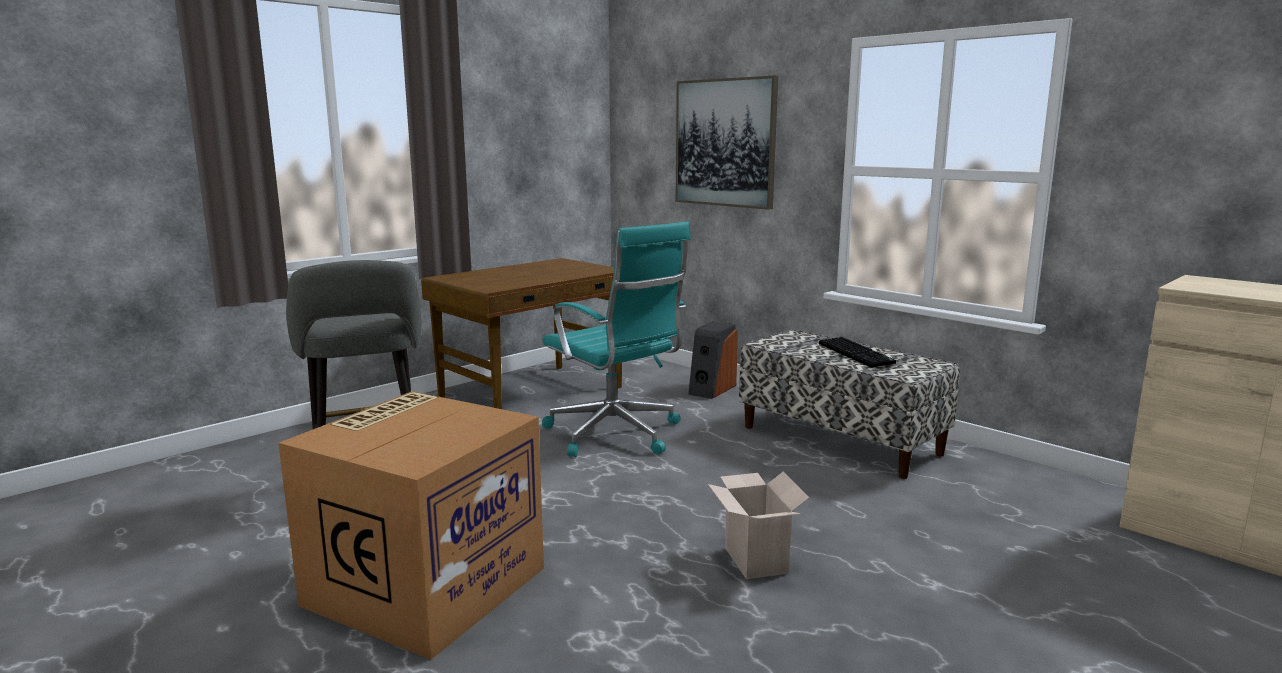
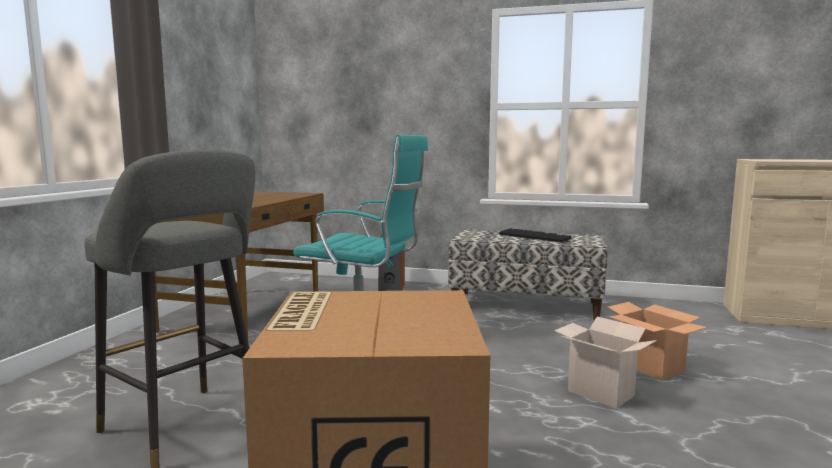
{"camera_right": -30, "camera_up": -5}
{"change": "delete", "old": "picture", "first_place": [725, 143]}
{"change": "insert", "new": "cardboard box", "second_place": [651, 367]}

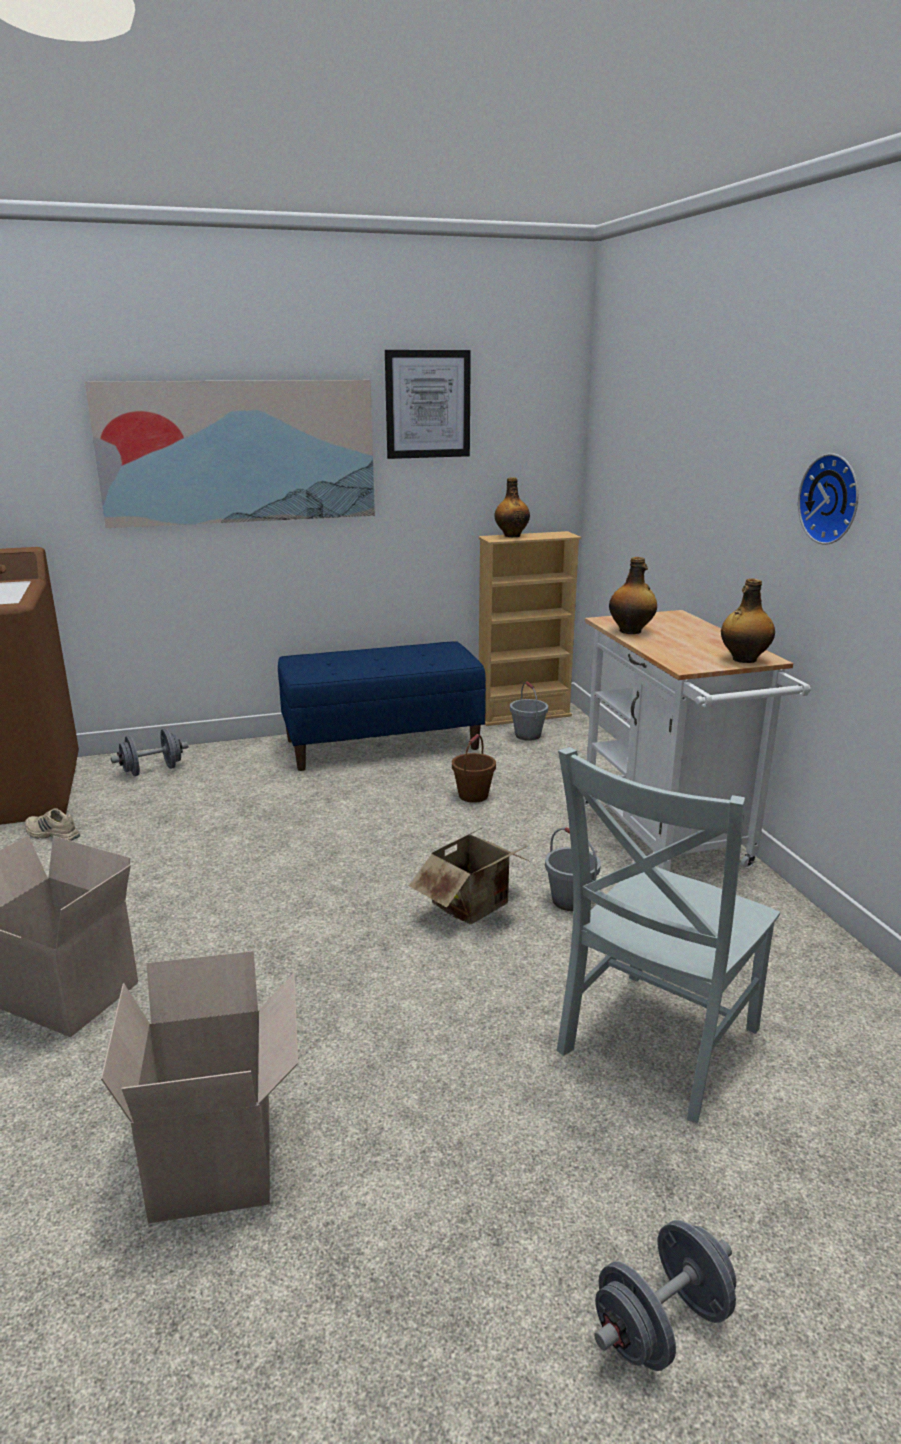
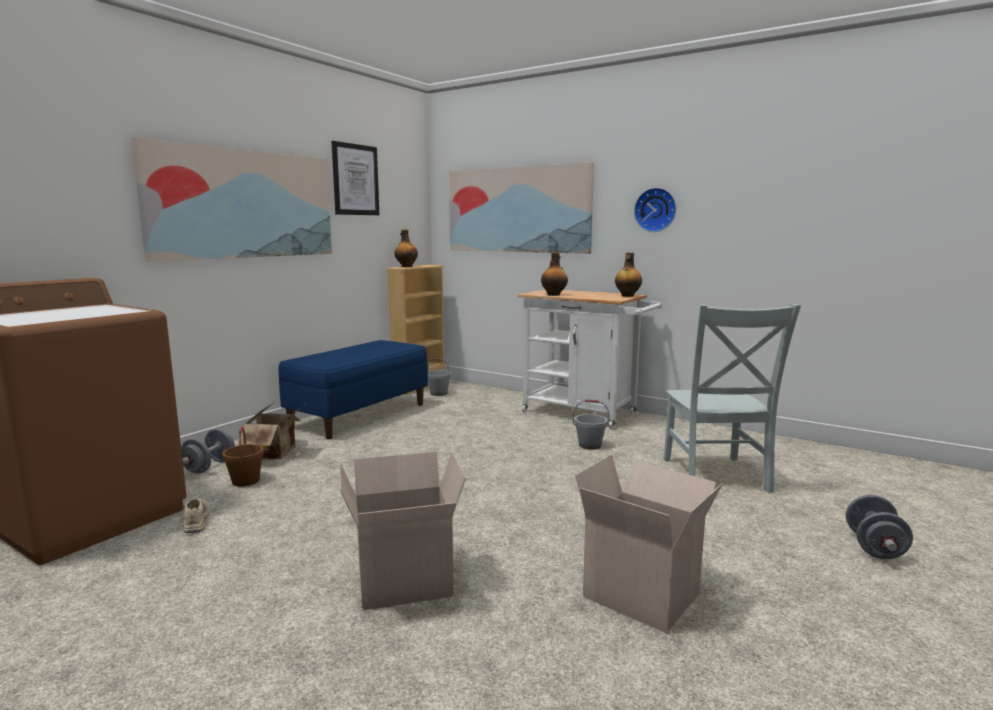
{"camera_right": -40, "camera_up": -10}
{"change": "insert", "new": "picture", "second_place": [517, 210]}
{"change": "move", "old": "cardboard box", "first_place": [475, 906], "second_place": [276, 453]}
{"change": "move", "old": "brown-coloured pail", "first_place": [473, 796], "second_place": [246, 481]}
{"change": "rotate", "old": "sand-coloured low shoe", "first_place": [51, 834], "second_place": [196, 521], "degrees": 90}

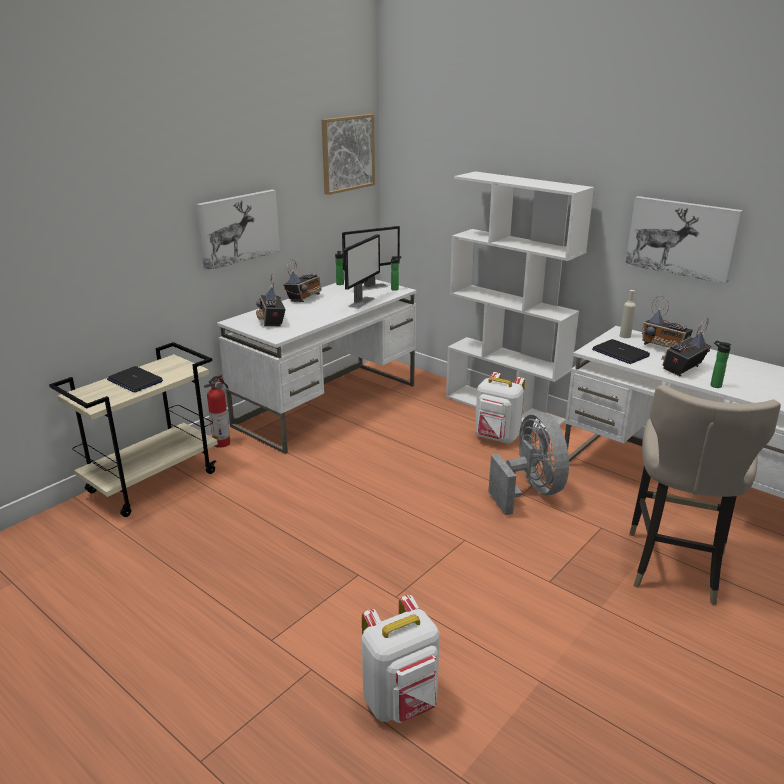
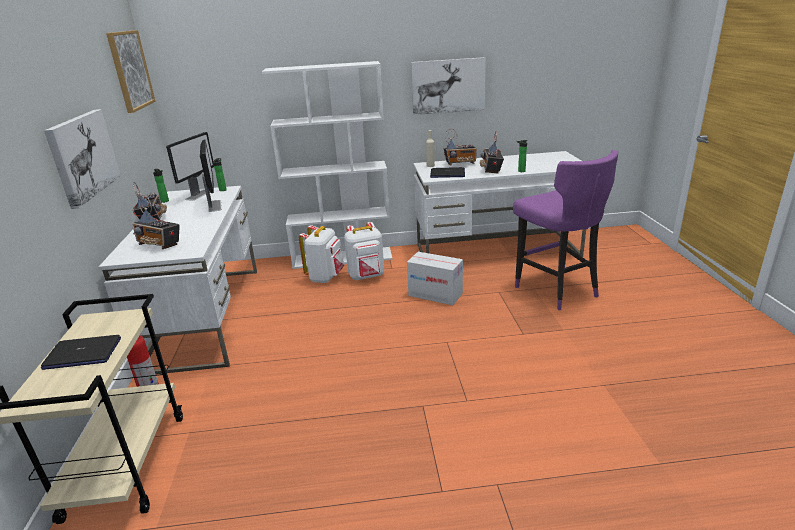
{"camera_right": -45, "camera_up": 0}
{"change": "move", "old": "white-coloured backpack", "first_place": [401, 702], "second_place": [325, 277]}
{"change": "replace", "old": "grey cooling fan", "new": "cardboard box", "first_place": [530, 491], "second_place": [435, 294]}
{"change": "recolor", "old": "sand-coloured stool seat", "new": "purple stool seat", "first_place": [674, 565], "second_place": [556, 290]}

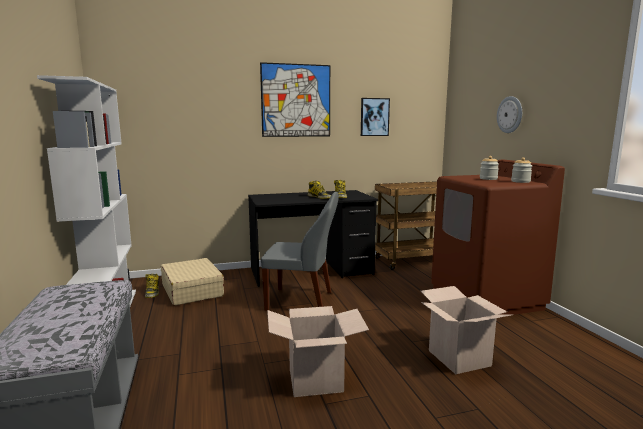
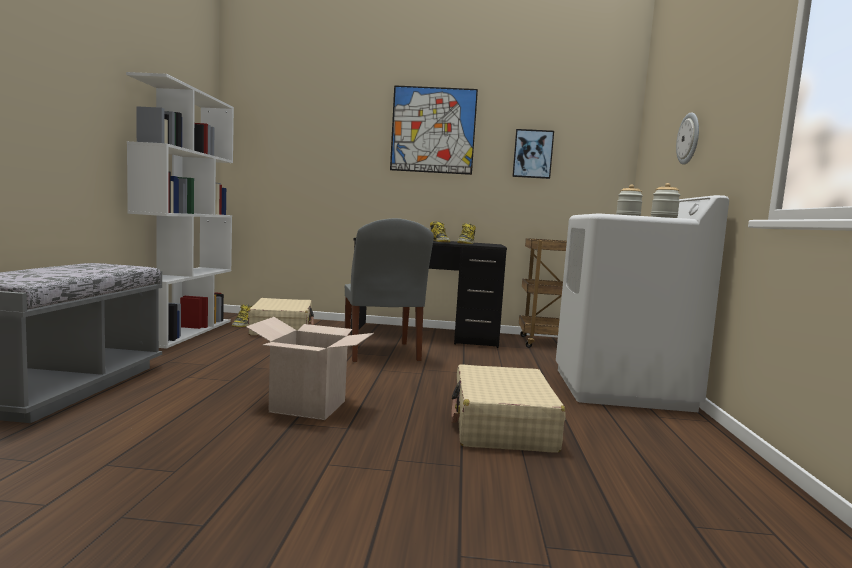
{"camera_right": 20, "camera_up": -5}
{"change": "replace", "old": "cardboard box", "new": "sand-coloured travel case", "first_place": [459, 358], "second_place": [502, 425]}
{"change": "recolor", "old": "brown-coloured washing machine", "new": "white-coloured washing machine", "first_place": [486, 299], "second_place": [621, 389]}
{"change": "rotate", "old": "grey chair", "first_place": [302, 301], "second_place": [381, 353], "degrees": 45}

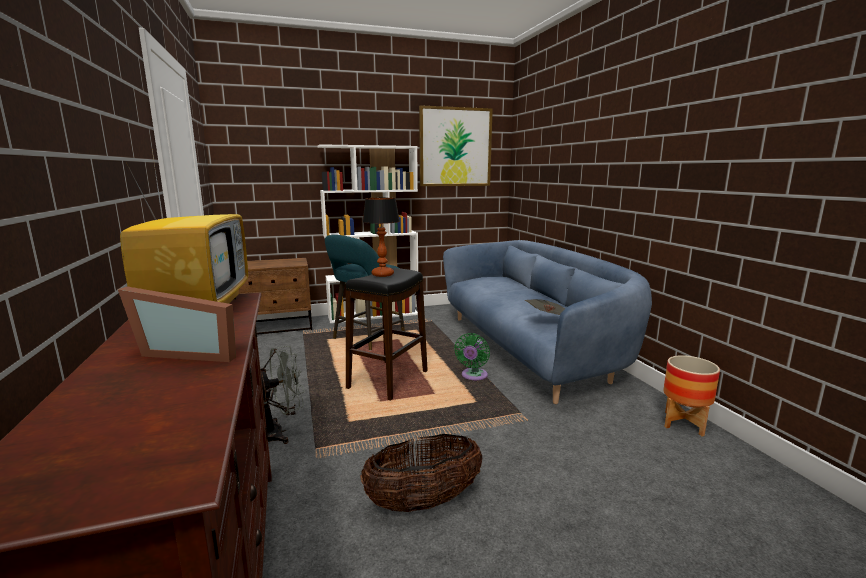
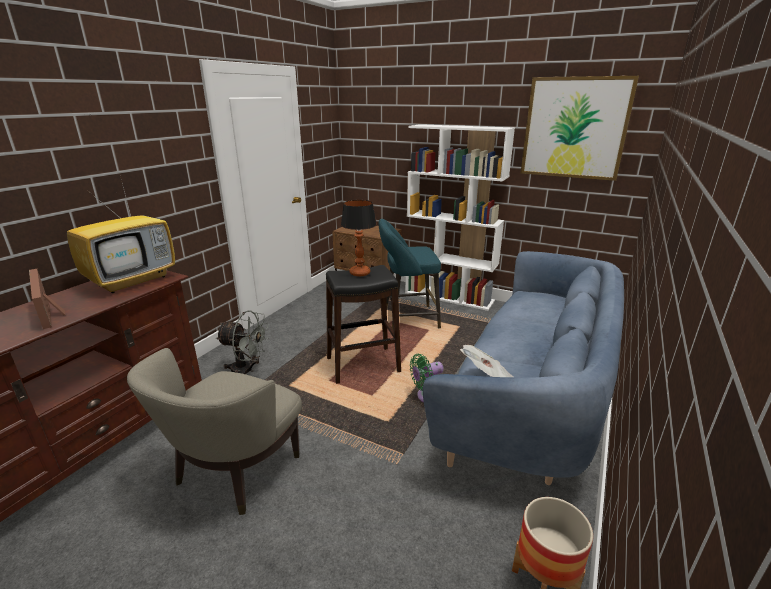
{"camera_right": 45, "camera_up": 10}
{"change": "replace", "old": "household basket", "new": "sand-coloured easy chair", "first_place": [423, 502], "second_place": [234, 472]}

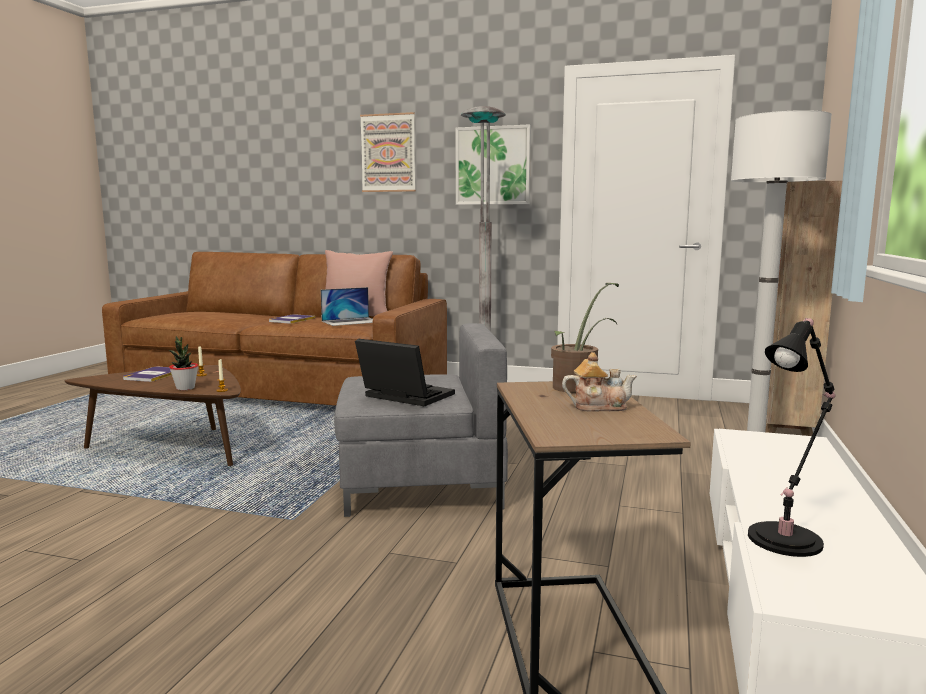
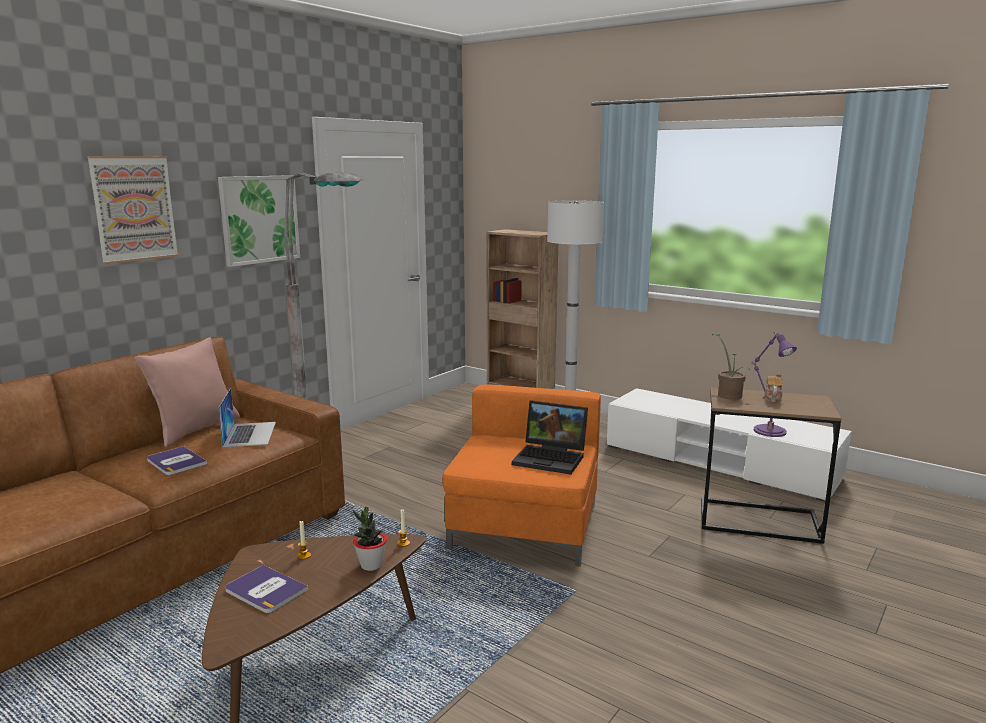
{"camera_right": -70, "camera_up": 5}
{"change": "recolor", "old": "grey easy chair", "new": "orange-coloured easy chair", "first_place": [419, 481], "second_place": [523, 527]}
{"change": "recolor", "old": "black-coloured tabletop lamp", "new": "purple tabletop lamp", "first_place": [788, 538], "second_place": [768, 430]}
{"change": "rotate", "old": "laptop", "first_place": [403, 396], "second_place": [552, 458], "degrees": -120}

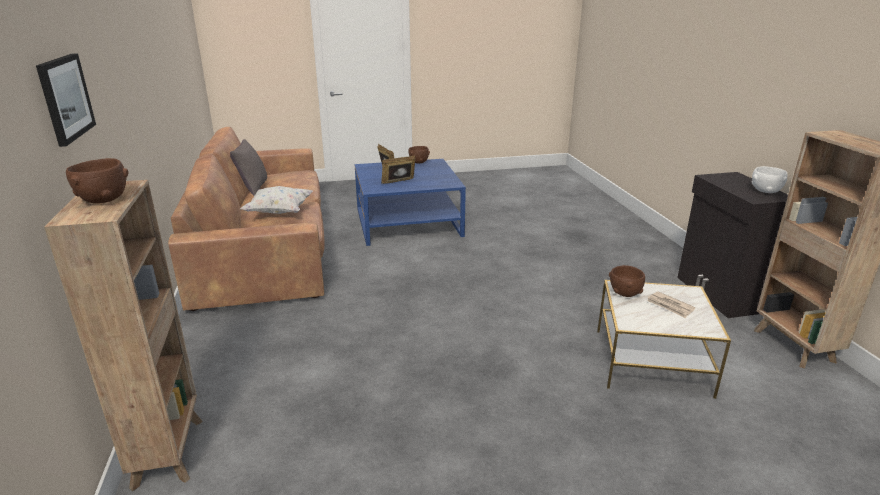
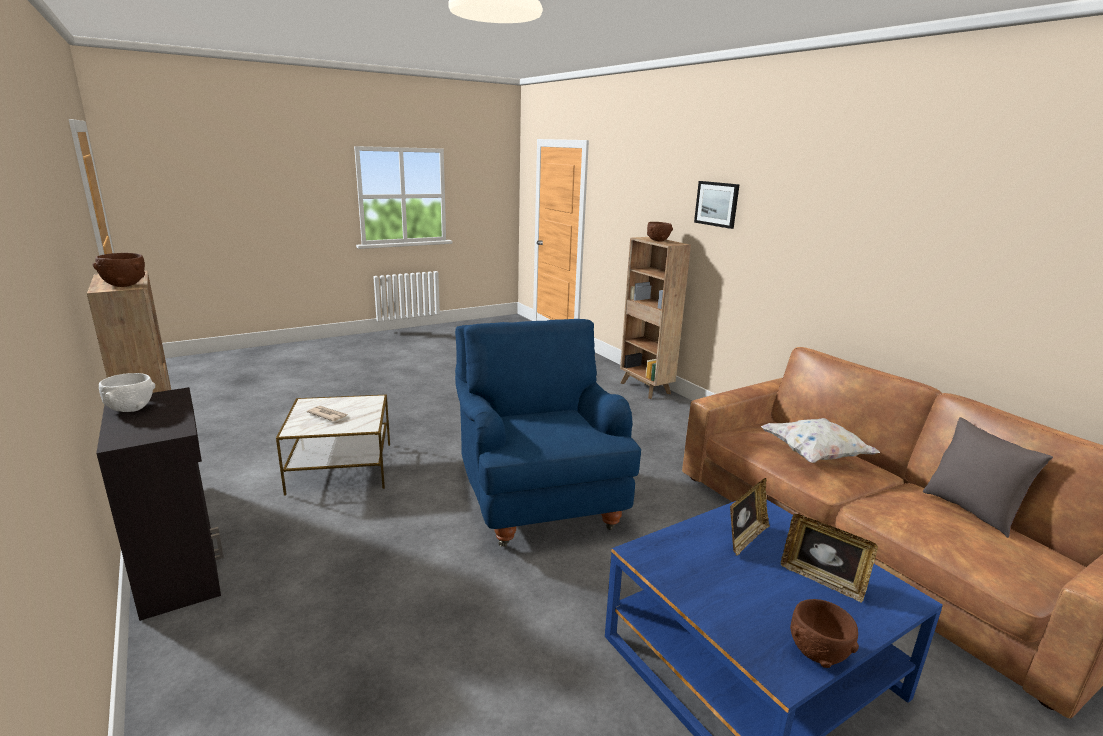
{"camera_right": 160, "camera_up": -5}
{"change": "insert", "new": "bluish easy chair", "second_place": [537, 498]}
{"change": "move", "old": "brown-coloured serving bowl", "first_place": [625, 293], "second_place": [124, 285]}

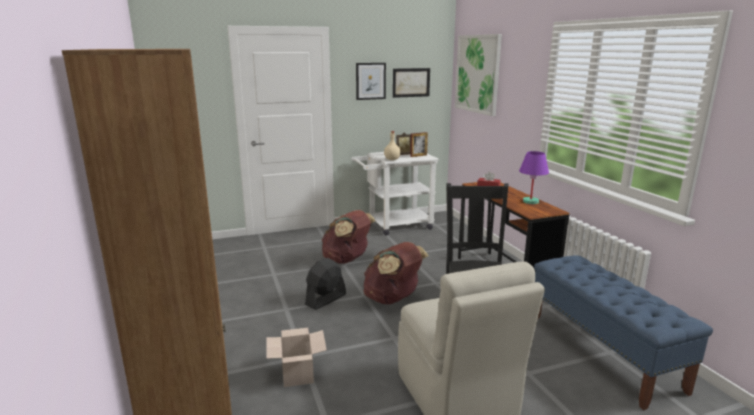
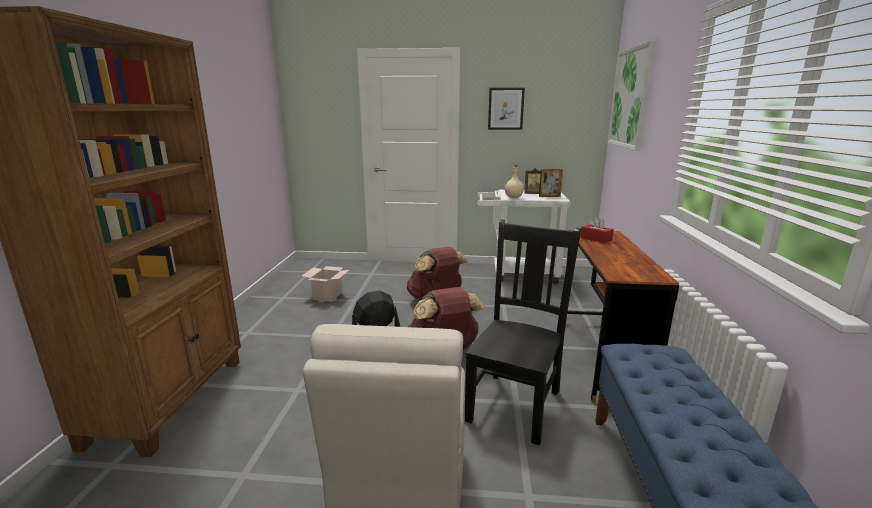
{"camera_right": 25, "camera_up": 0}
{"change": "delete", "old": "picture", "first_place": [411, 82]}
{"change": "delete", "old": "purple tabletop lamp", "first_place": [531, 201]}
{"change": "move", "old": "cardboard box", "first_place": [297, 373], "second_place": [327, 295]}

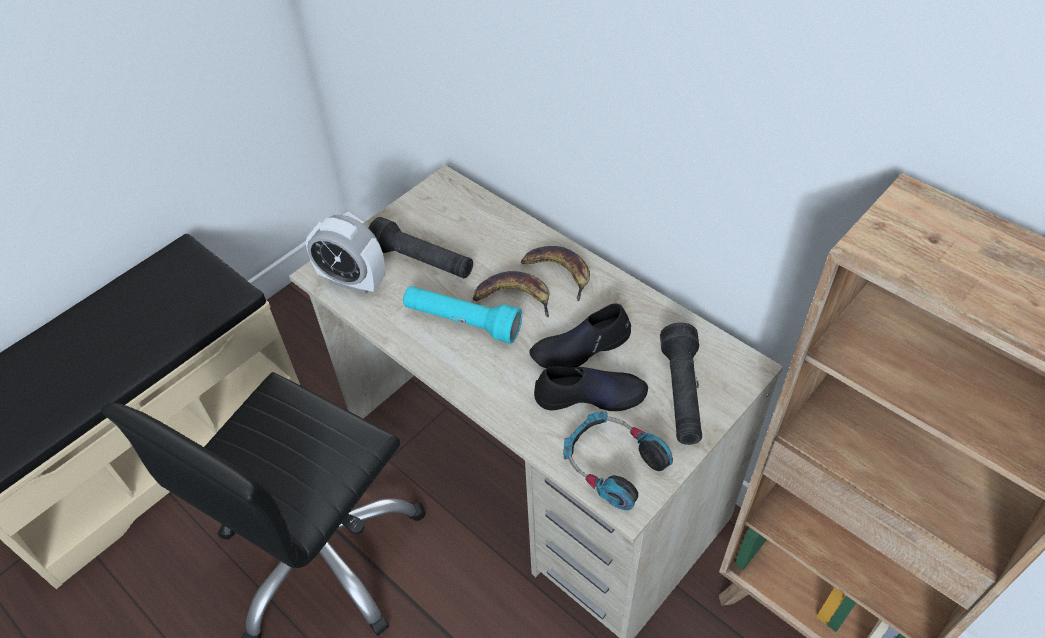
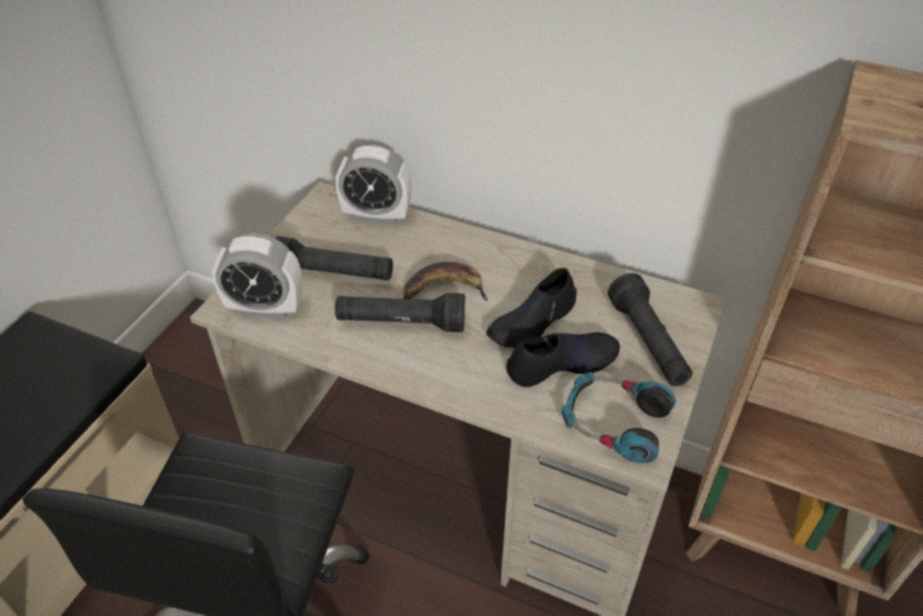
{"camera_right": -20, "camera_up": -5}
{"change": "delete", "old": "banana fruit", "first_place": [559, 272]}
{"change": "insert", "new": "table clock", "second_place": [377, 215]}
{"change": "recolor", "old": "turquoise torch", "new": "black-coloured torch", "first_place": [462, 322], "second_place": [401, 323]}

